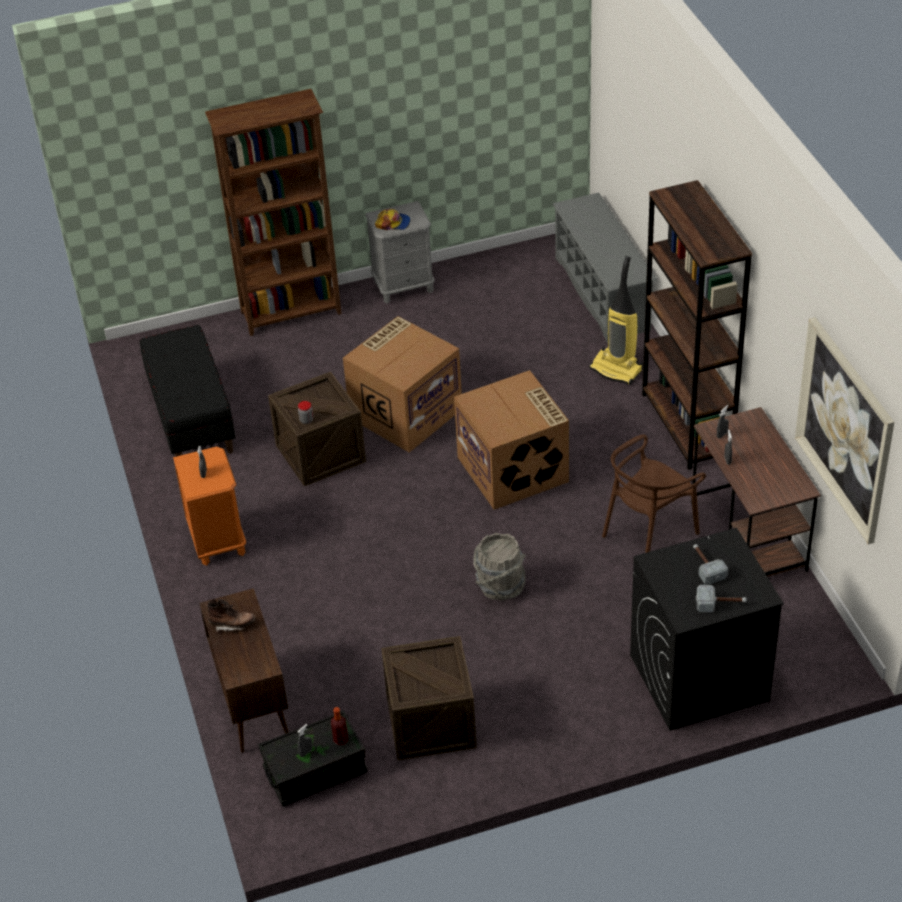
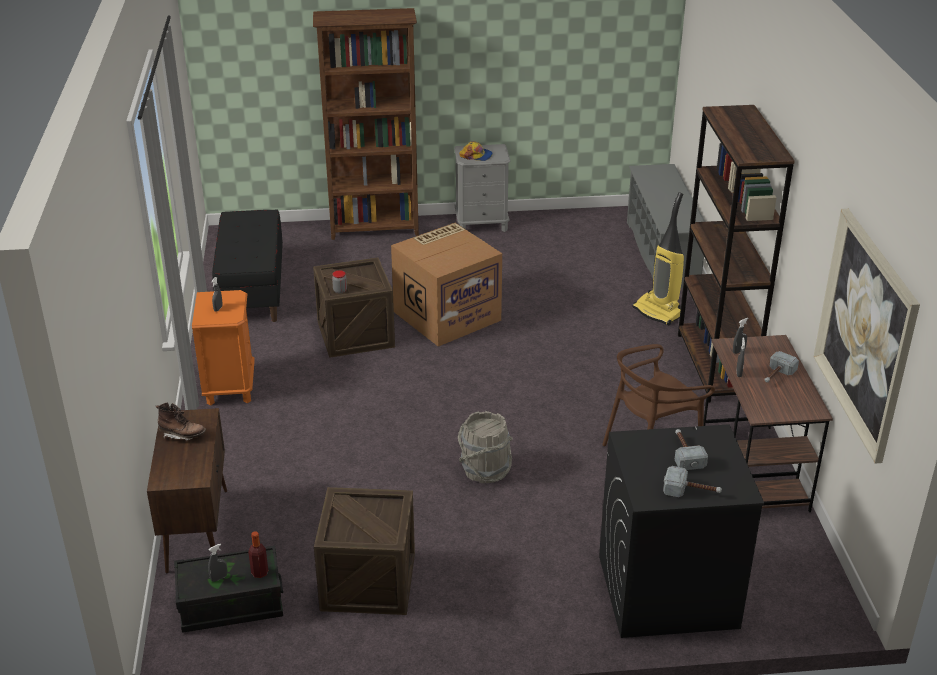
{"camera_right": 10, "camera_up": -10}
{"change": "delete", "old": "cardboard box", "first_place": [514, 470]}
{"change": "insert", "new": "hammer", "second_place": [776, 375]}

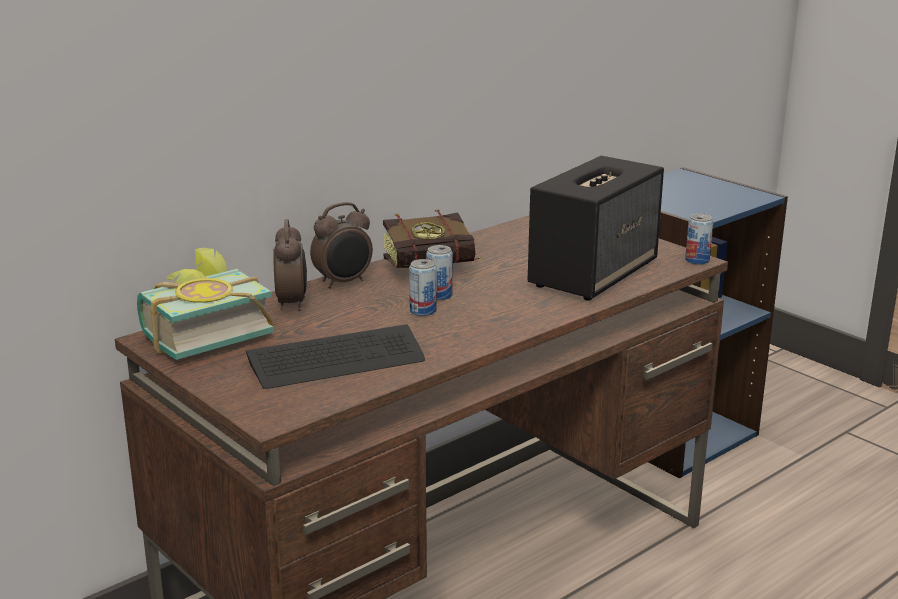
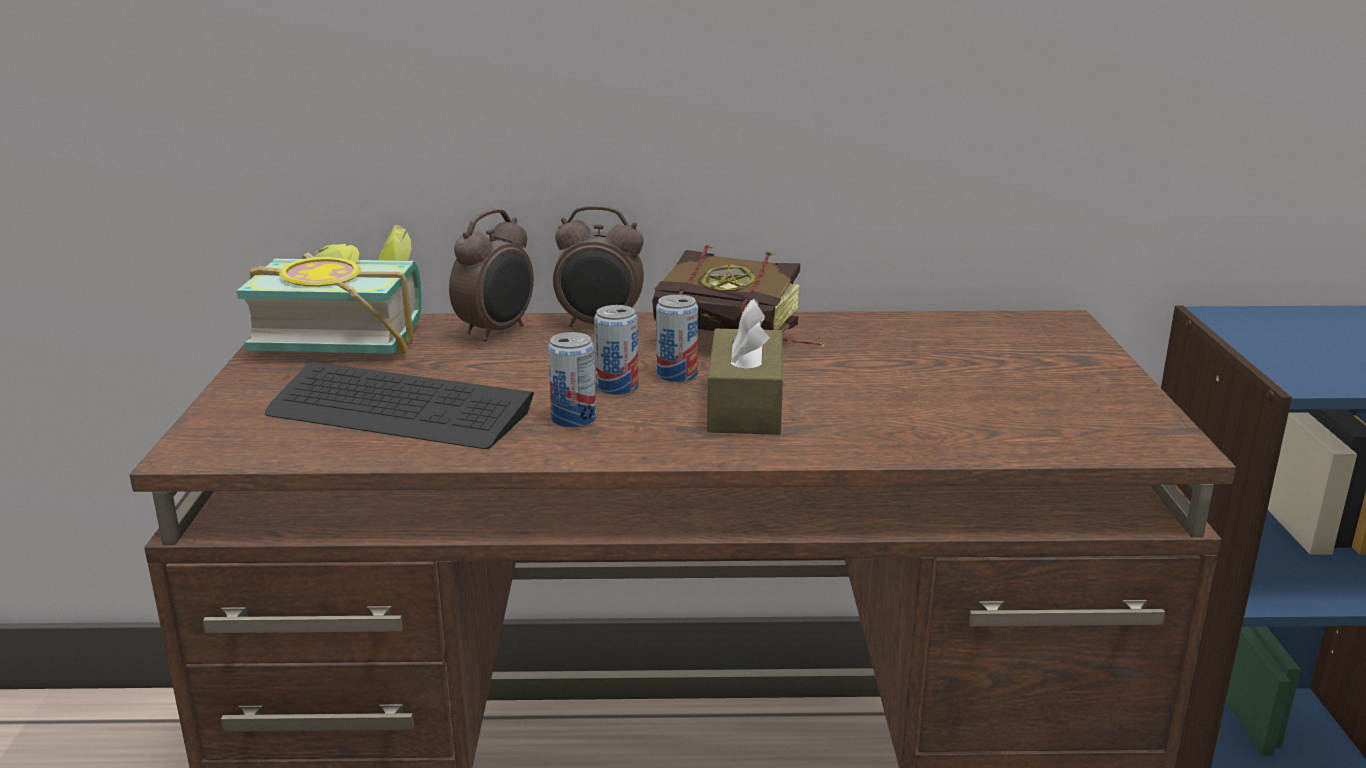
{"camera_right": 40, "camera_up": 0}
{"change": "delete", "old": "speaker", "first_place": [594, 273]}
{"change": "insert", "new": "brown-coloured tissue box", "second_place": [745, 406]}
{"change": "move", "old": "metal can", "first_place": [697, 260], "second_place": [573, 419]}

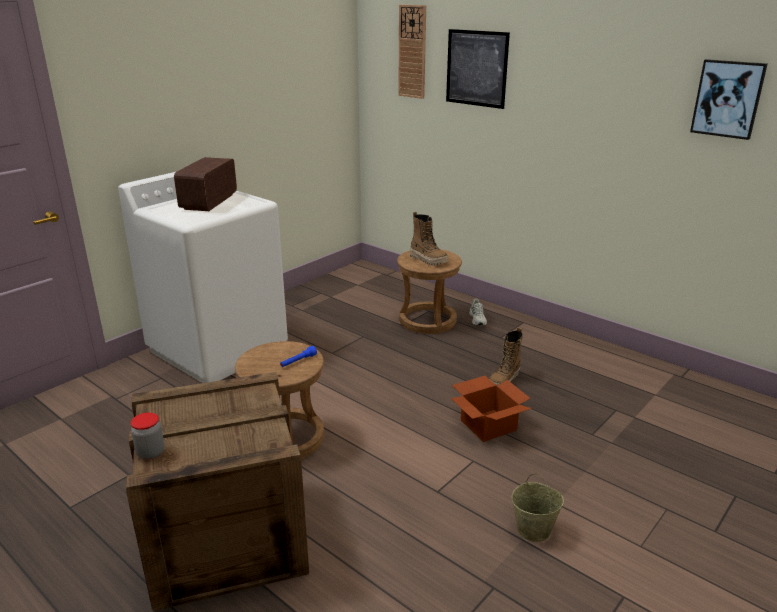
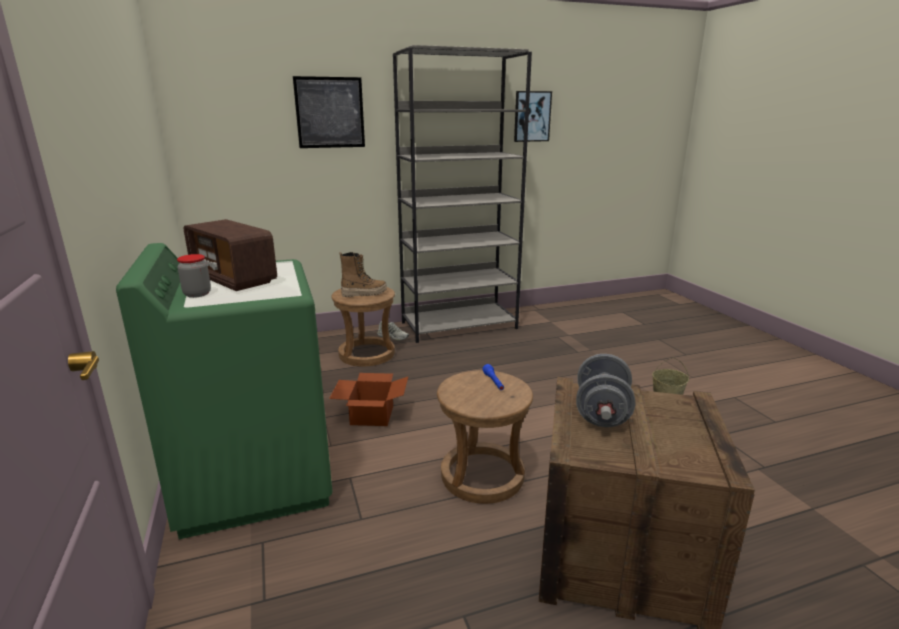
{"camera_right": -60, "camera_up": -5}
{"change": "delete", "old": "hanging clock", "first_place": [412, 52]}
{"change": "delete", "old": "boot", "first_place": [504, 381]}
{"change": "insert", "new": "grey shelving unit", "second_place": [459, 325]}
{"change": "insert", "new": "grey hand weight", "second_place": [602, 413]}
{"change": "move", "old": "storage jar", "first_place": [150, 453], "second_place": [197, 294]}
{"change": "move", "old": "cardboard box", "first_place": [488, 424], "second_place": [371, 414]}
{"change": "recolor", "old": "white-coloured washing machine", "new": "green-coloured washing machine", "first_place": [219, 349], "second_place": [255, 478]}

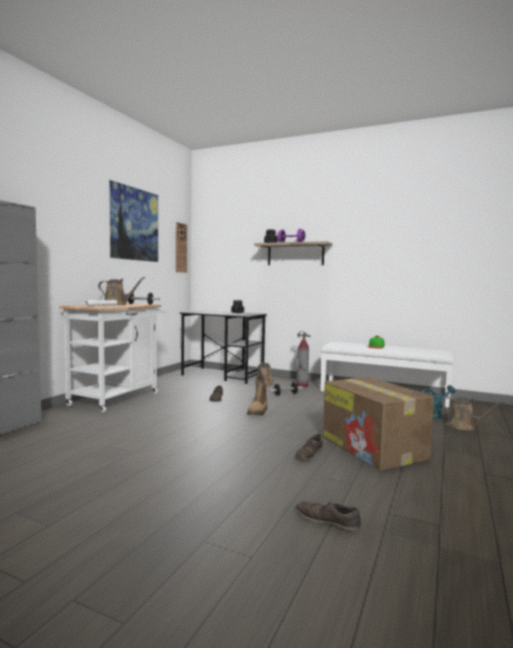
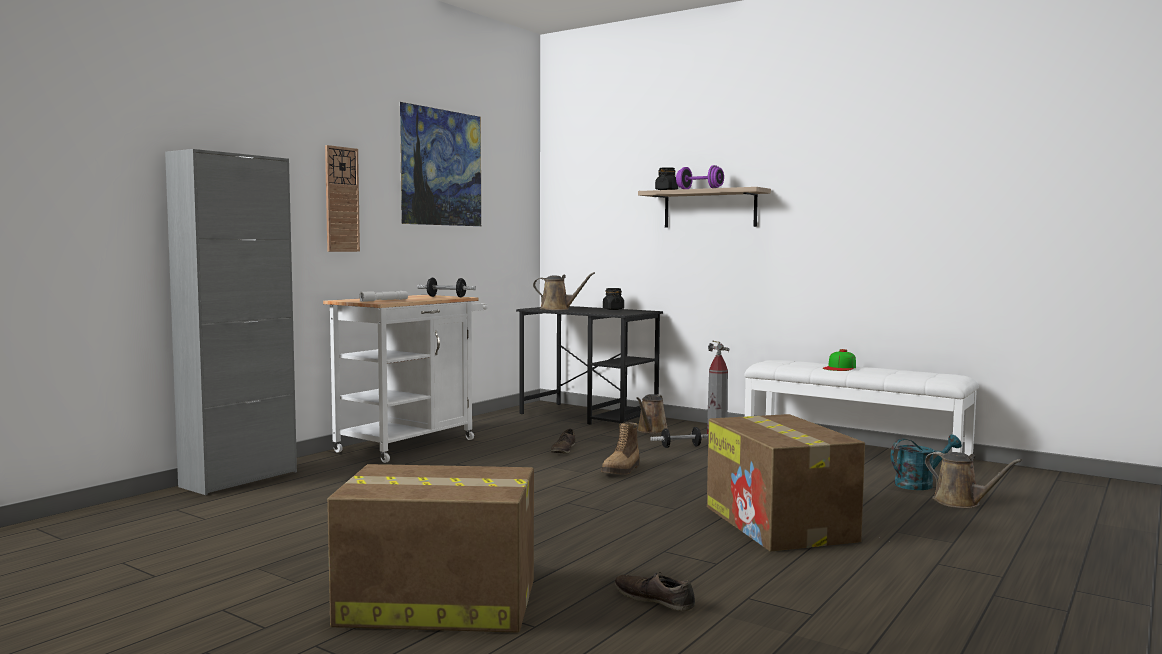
{"camera_right": 10, "camera_up": 0}
{"change": "delete", "old": "brown-coloured low shoe", "first_place": [309, 454]}
{"change": "insert", "new": "cardboard box", "second_place": [435, 603]}
{"change": "move", "old": "brown-coloured sprinkling can", "first_place": [117, 304], "second_place": [558, 309]}
{"change": "move", "old": "hanging clock", "first_place": [180, 248], "second_place": [341, 199]}

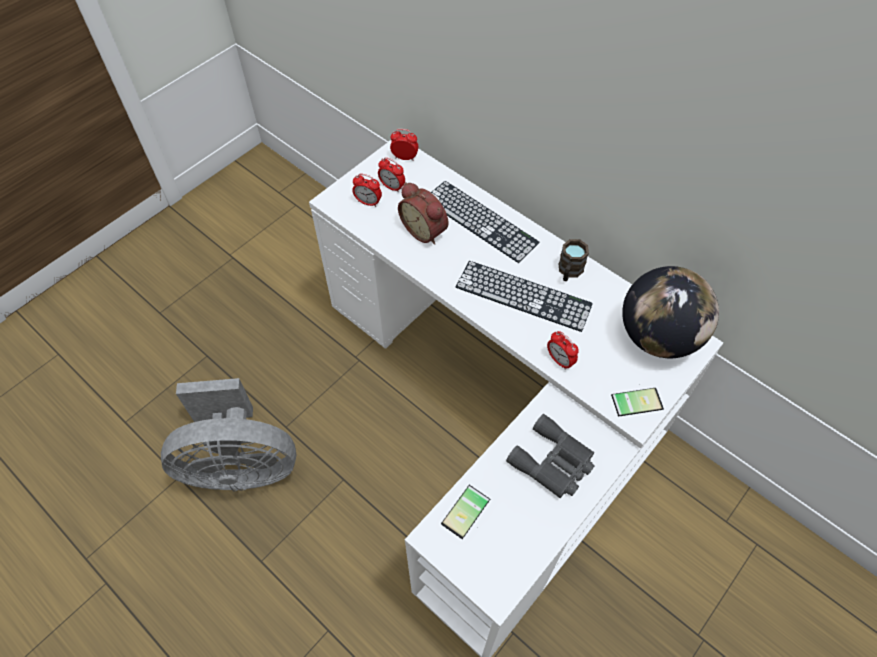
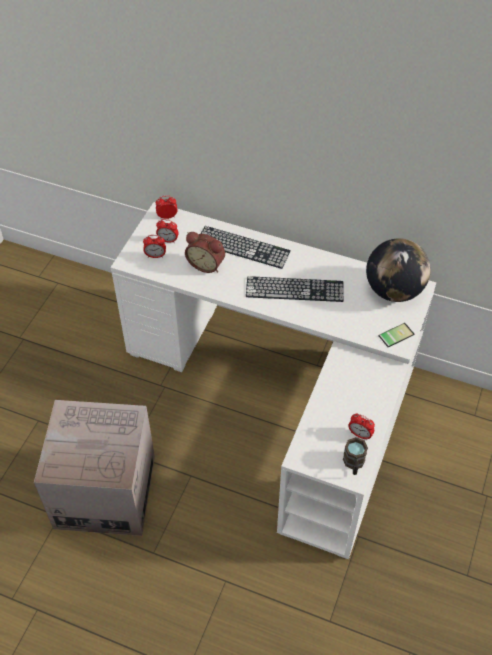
{"camera_right": -20, "camera_up": -5}
{"change": "delete", "old": "phone", "first_place": [468, 513]}
{"change": "delete", "old": "grey field glasses", "first_place": [553, 463]}
{"change": "move", "old": "table clock", "first_place": [559, 360], "second_place": [360, 434]}
{"change": "move", "old": "brown-coloured mug", "first_place": [569, 272], "second_place": [353, 464]}
{"change": "replace", "old": "grey cooling fan", "new": "cardboard box", "first_place": [241, 465], "second_place": [105, 491]}

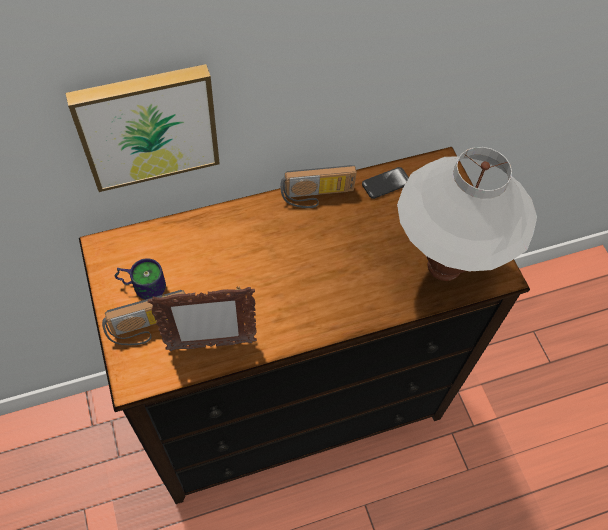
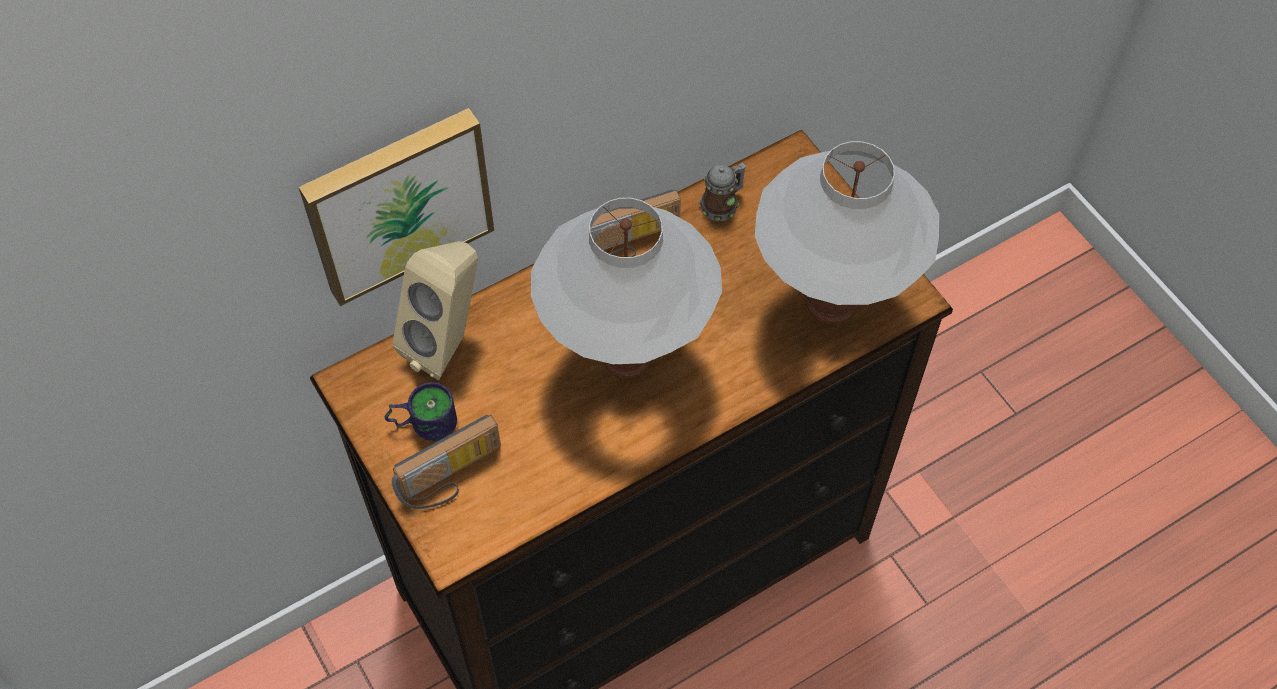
{"camera_right": -10, "camera_up": 0}
{"change": "delete", "old": "standing frame", "first_place": [210, 345]}
{"change": "insert", "new": "sand-coloured speaker", "second_place": [448, 342]}
{"change": "insert", "new": "white-coloured tabletop lamp", "second_place": [626, 359]}
{"change": "replace", "old": "phone", "new": "mug", "first_place": [386, 183], "second_place": [722, 204]}

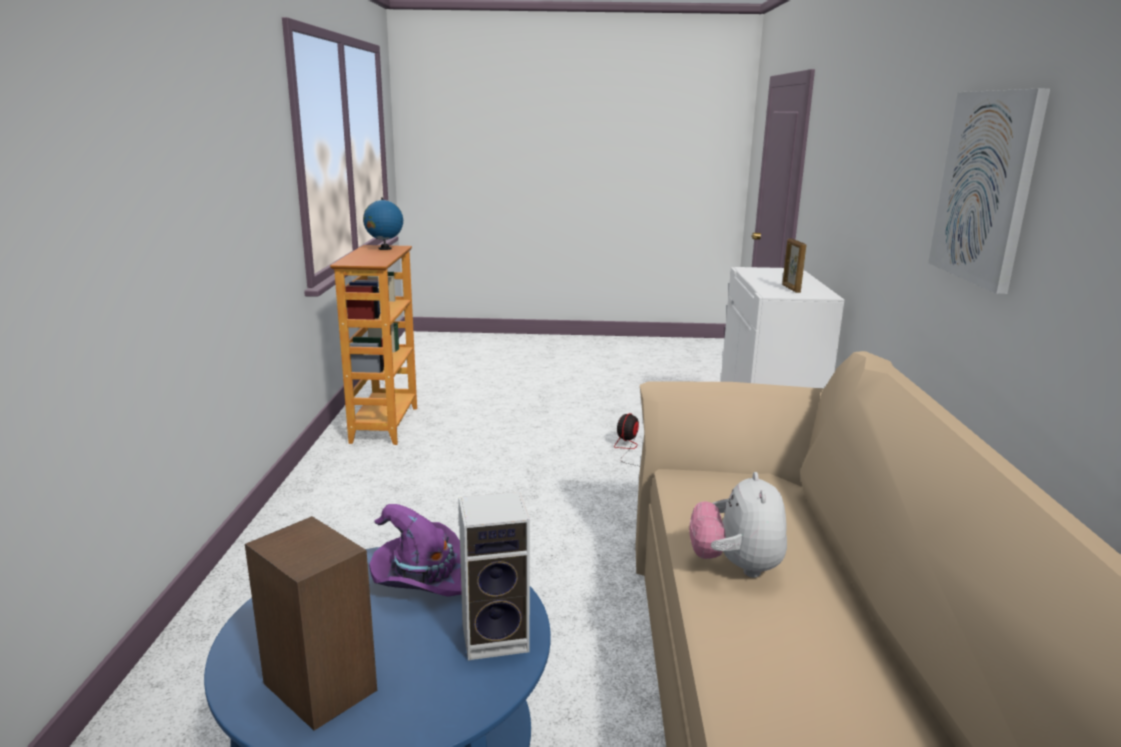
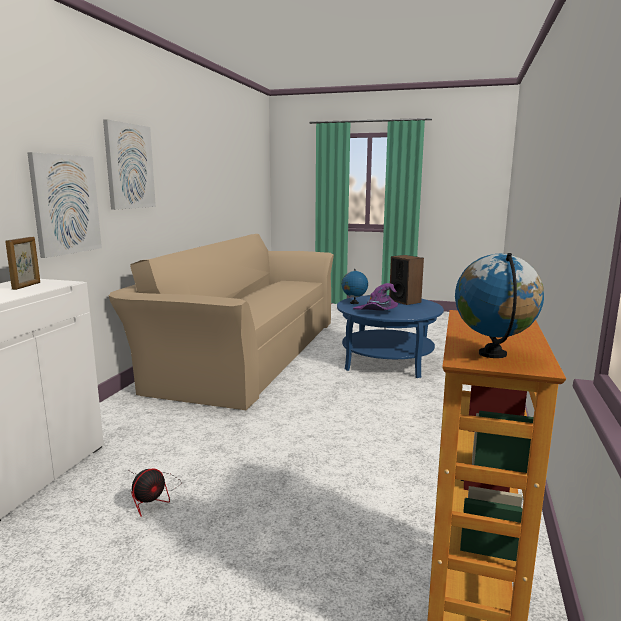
{"camera_right": -165, "camera_up": -5}
{"change": "delete", "old": "soft toy", "first_place": [736, 566]}
{"change": "insert", "new": "picture", "second_place": [65, 204]}
{"change": "replace", "old": "speaker", "new": "globe", "first_place": [497, 636], "second_place": [354, 303]}

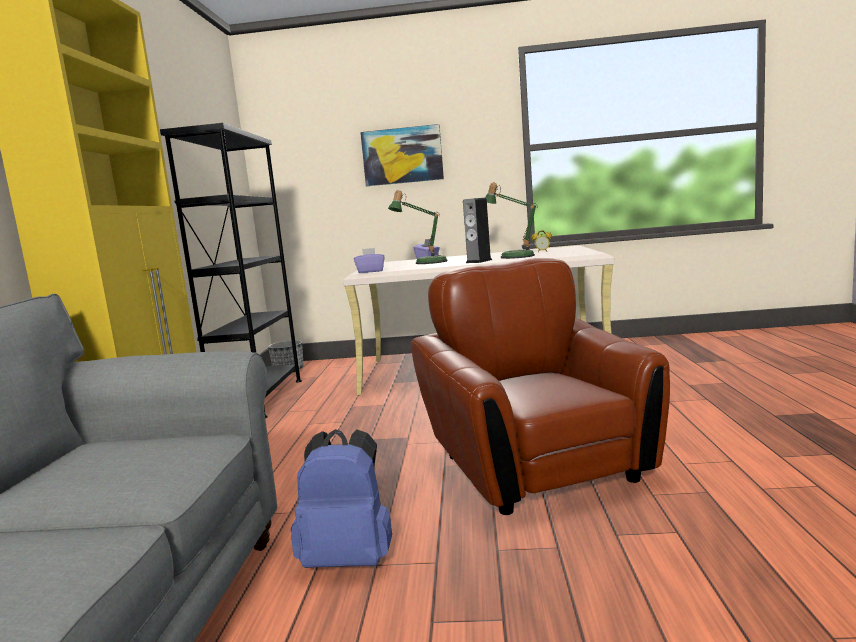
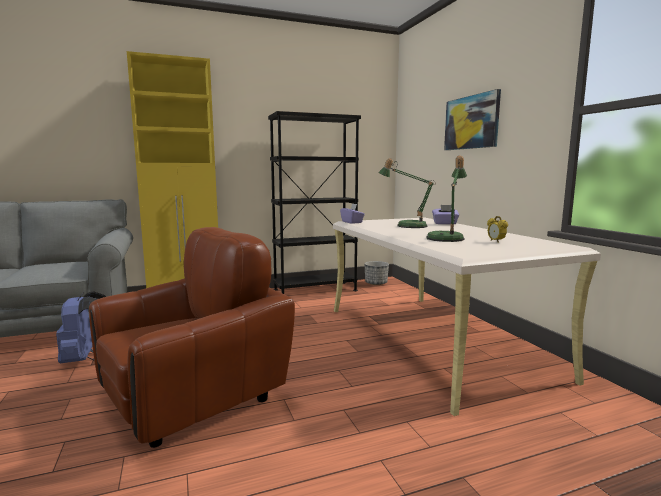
{"camera_right": 65, "camera_up": 0}
{"change": "delete", "old": "speaker", "first_place": [479, 261]}

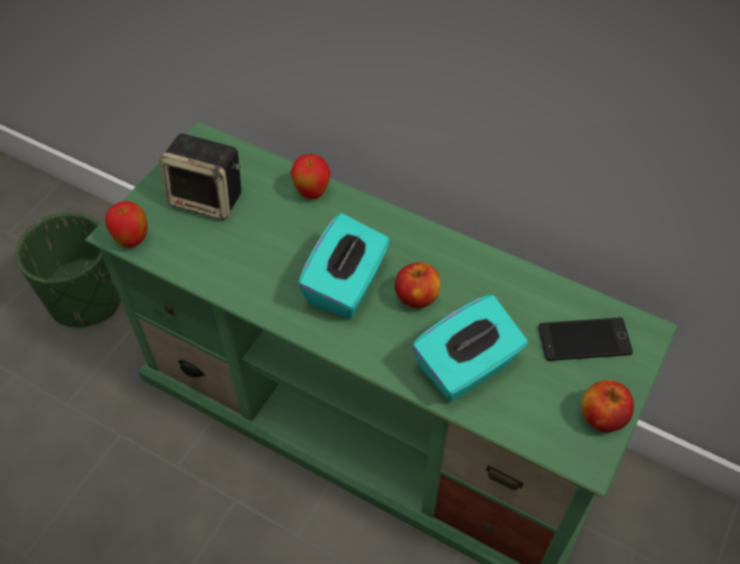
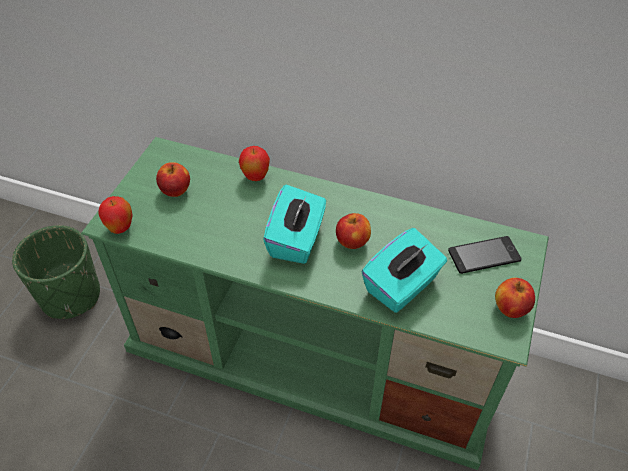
{"camera_right": -10, "camera_up": -5}
{"change": "replace", "old": "speaker", "new": "whole apple", "first_place": [209, 198], "second_place": [175, 190]}

